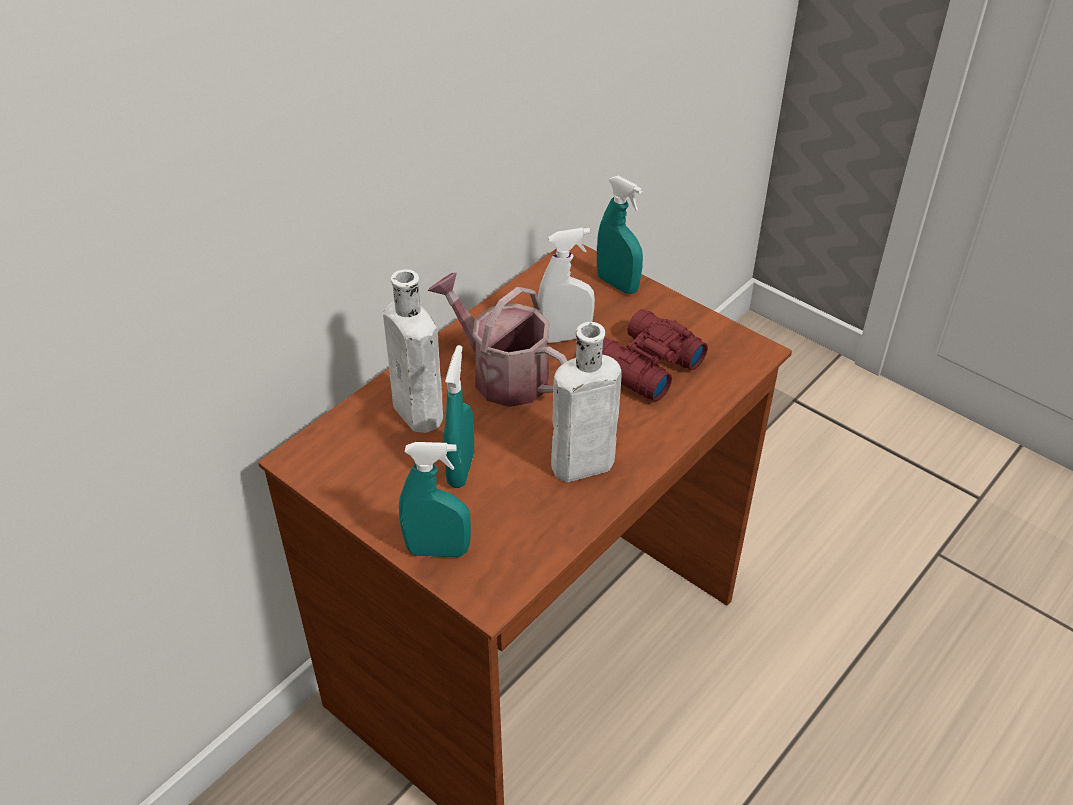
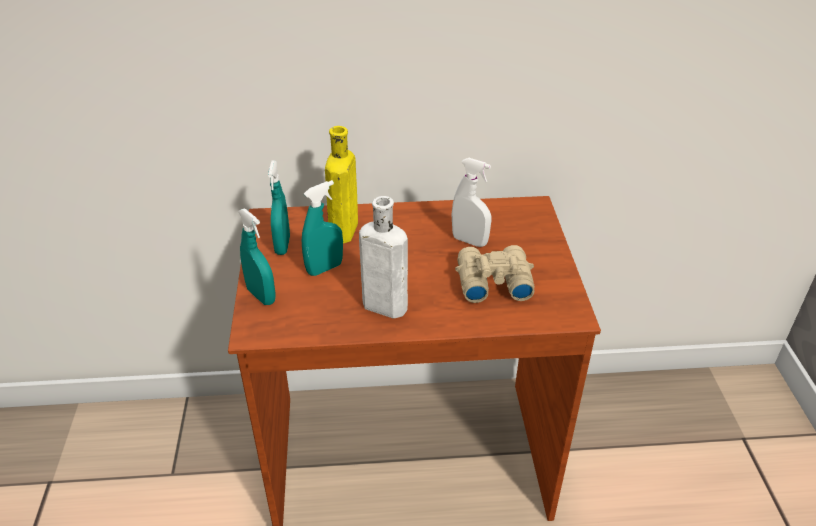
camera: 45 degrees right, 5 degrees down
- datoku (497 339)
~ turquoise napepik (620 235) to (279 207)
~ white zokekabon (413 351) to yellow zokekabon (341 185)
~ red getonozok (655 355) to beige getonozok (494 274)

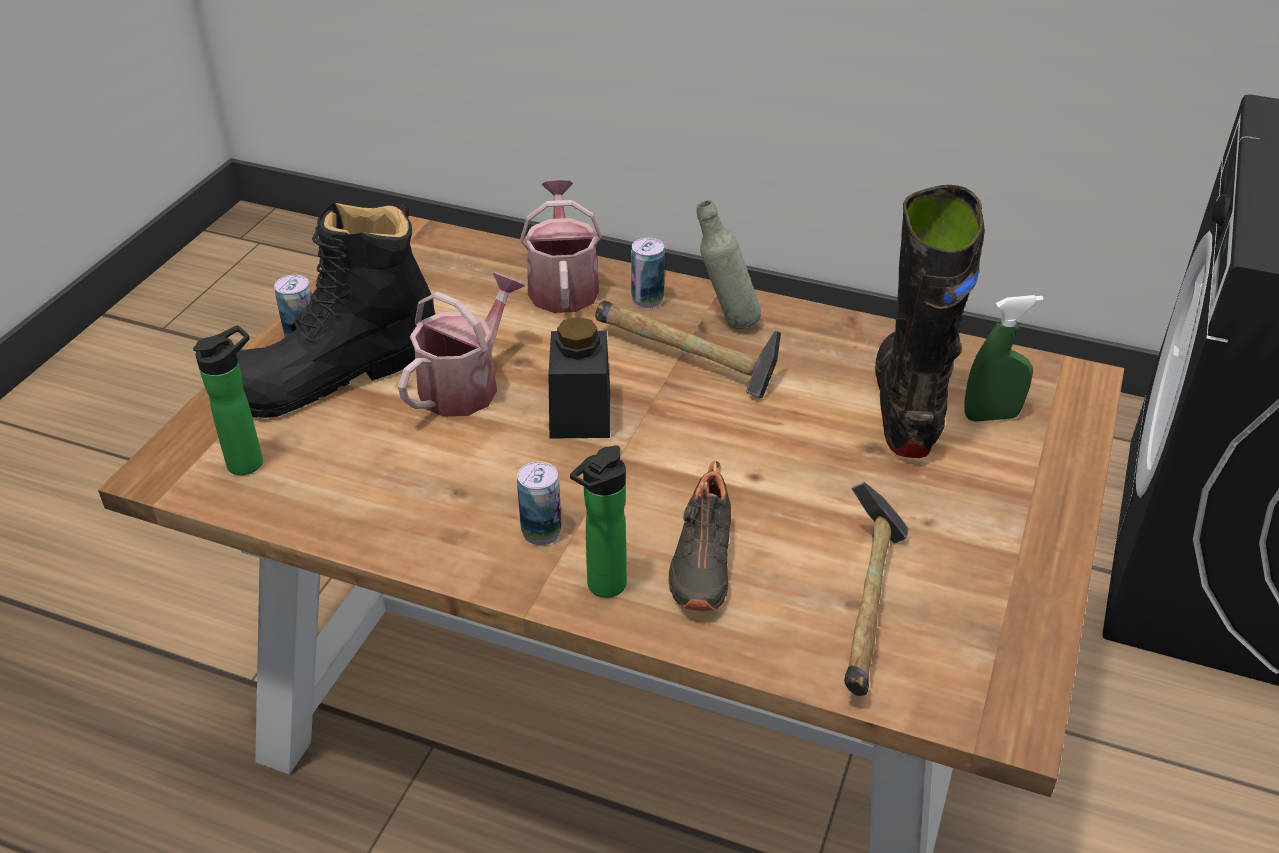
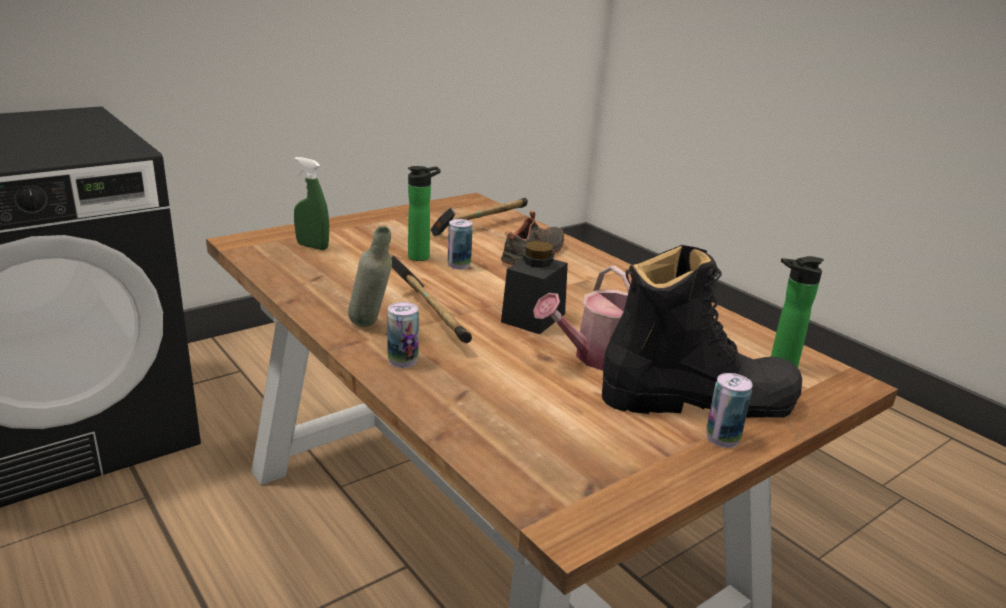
camera: 150 degrees left, 15 degrees down
- datoku (561 246)
- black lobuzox (930 321)
~ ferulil (539 503) to (460 244)
~ zokekabon (598 521) to (424 213)

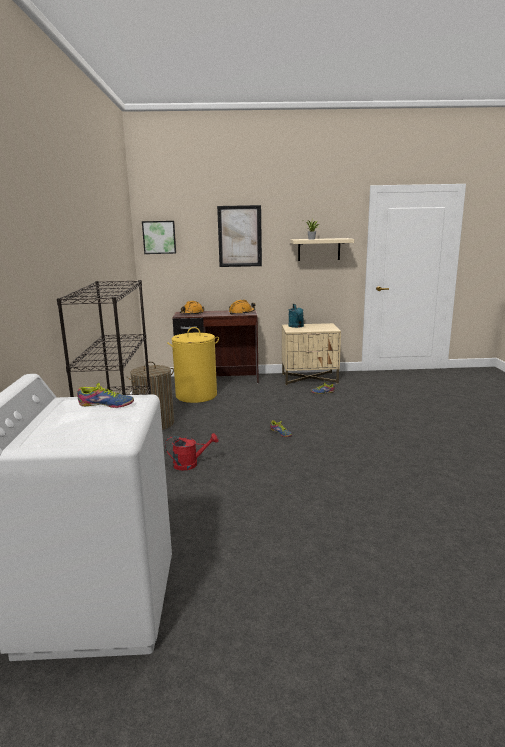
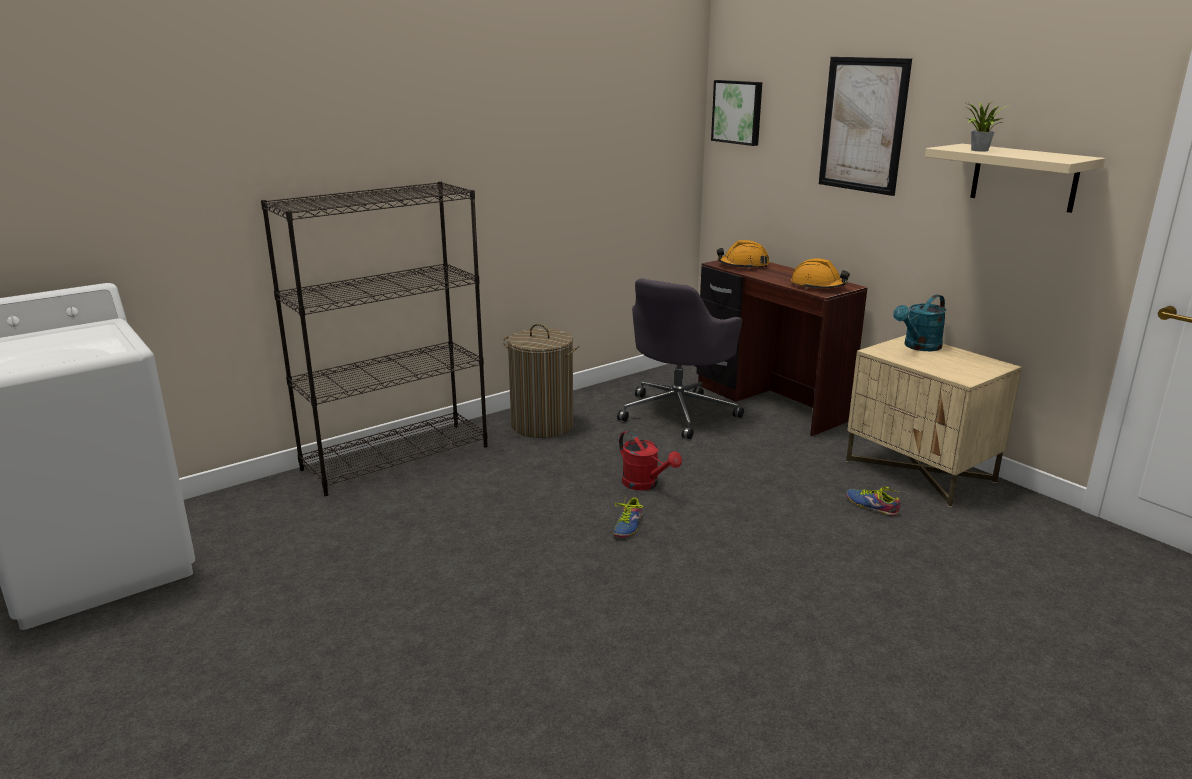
camera: 55 degrees right, 5 degrees up
- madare (105 395)
~ red datoku (192 452) to (650 460)
~ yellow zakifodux (193 365) to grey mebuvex (680 358)

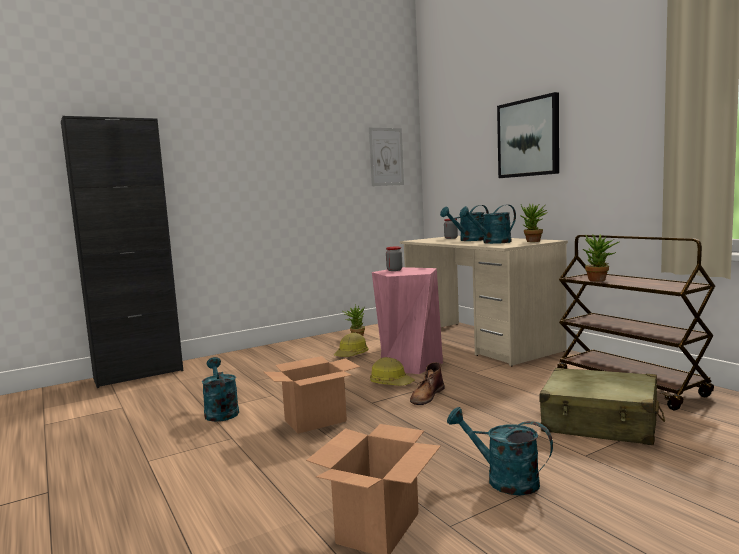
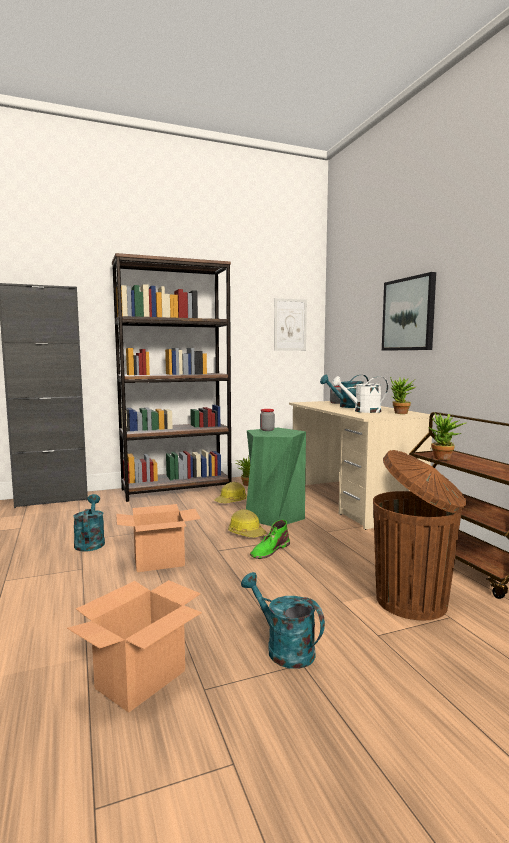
camera: 10 degrees right, 0 degrees up
+ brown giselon (172 377)
~ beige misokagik (602 406) to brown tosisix (420 535)
~ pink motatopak (407 320) to green motatopak (276 477)
~ brown lobuzox (427 383) to green lobuzox (270 539)
~ turquoise datoku (488 224) to white datoku (360 394)

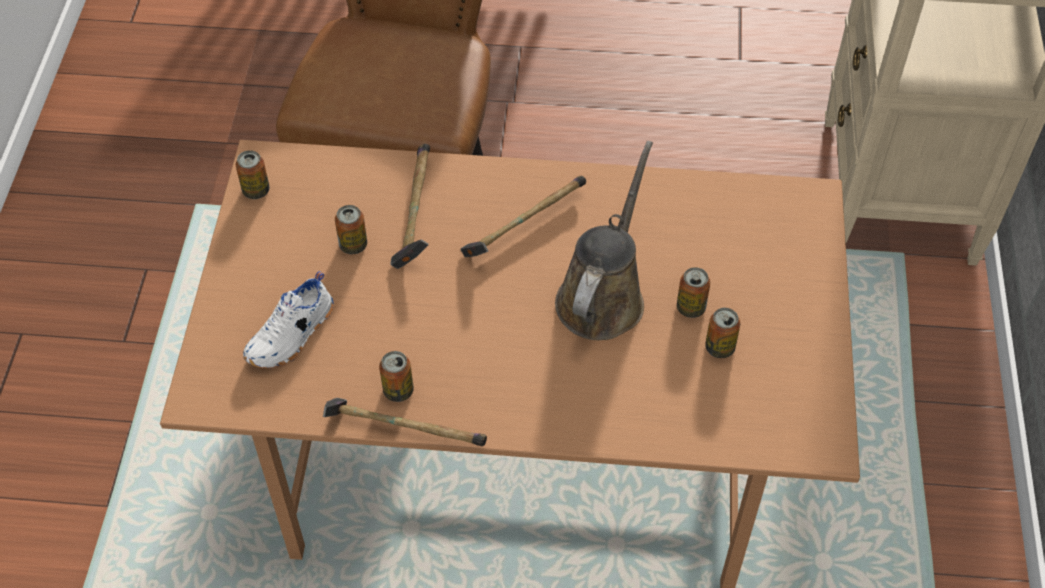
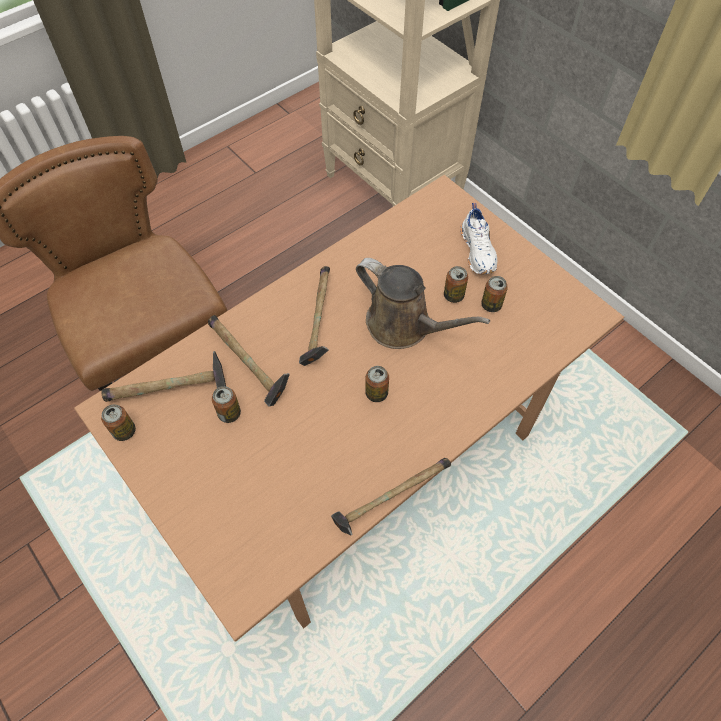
camera: 45 degrees left, 5 degrees up
+ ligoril (163 376)
~ white madare (288 320) to (478 239)
~ ferulil (396 376) to (377 384)
~ brown datoku (604 240) = (423 303) 150 degrees clockwise

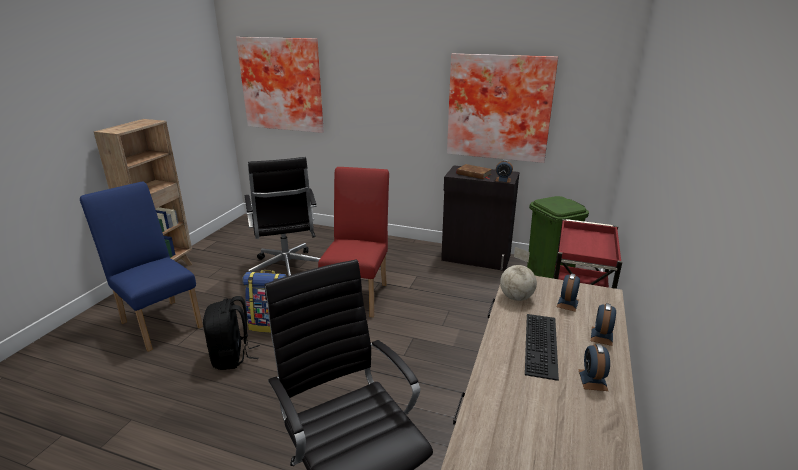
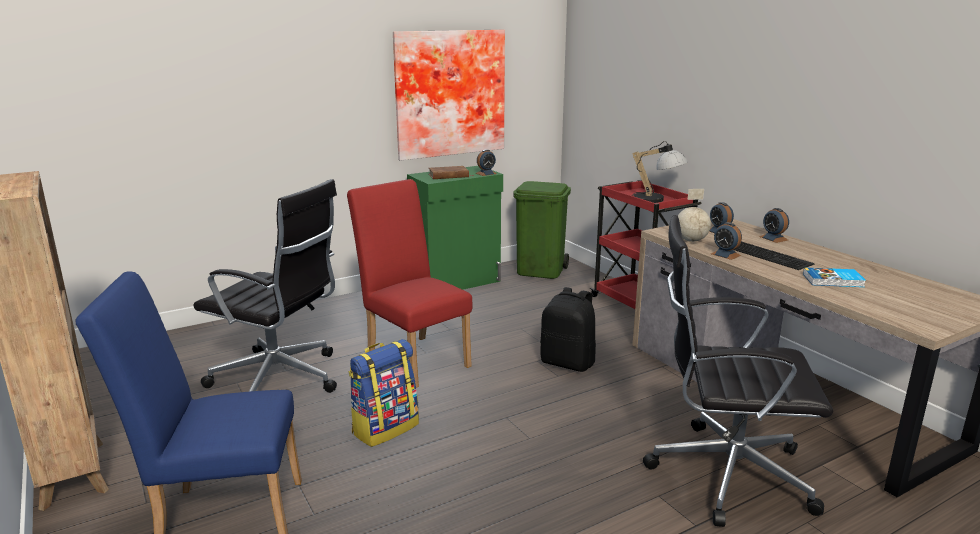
camera: 50 degrees left, 5 degrees down
- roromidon (280 85)
+ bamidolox (659 172)
+ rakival (834 277)
~ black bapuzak (231 333) to (568 329)
~ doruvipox (594 367) to (726 241)
~ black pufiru (480 218) to green pufiru (455 228)

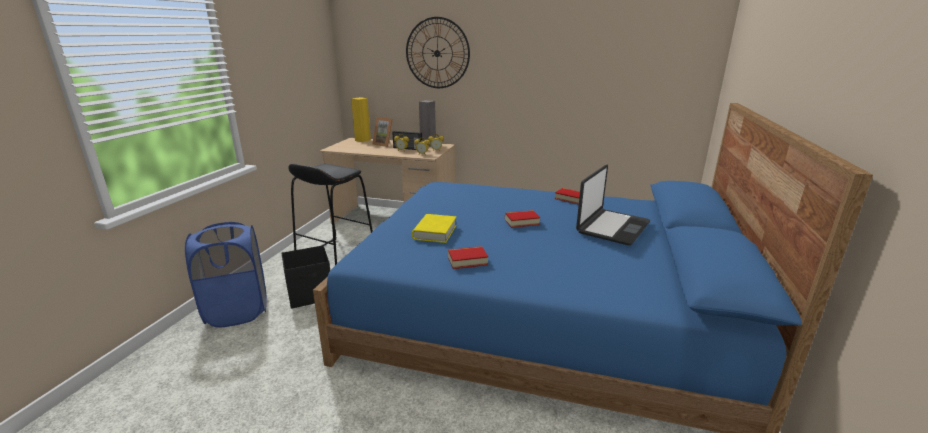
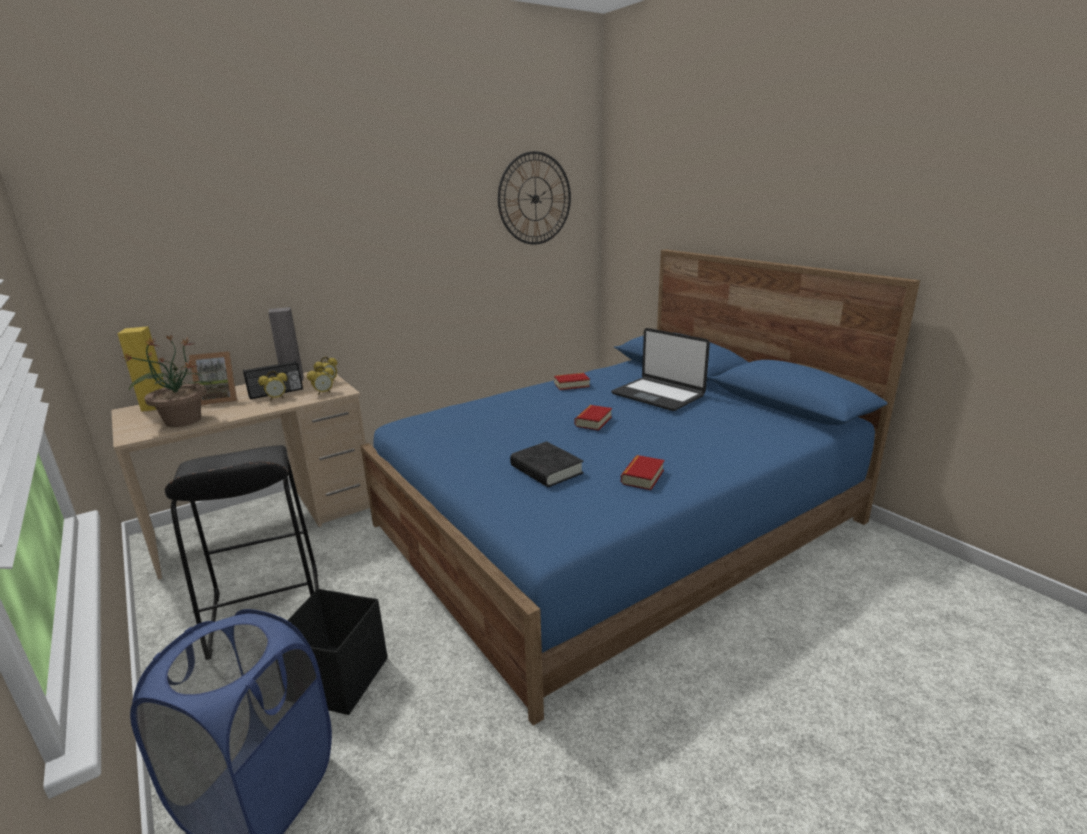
camera: 50 degrees left, 0 degrees up
+ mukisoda (167 381)
~ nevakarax (438 52) to (534 198)
~ yellow rakival (434 228) to black rakival (547 464)
~ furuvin (613 205) = (660 369) 150 degrees clockwise

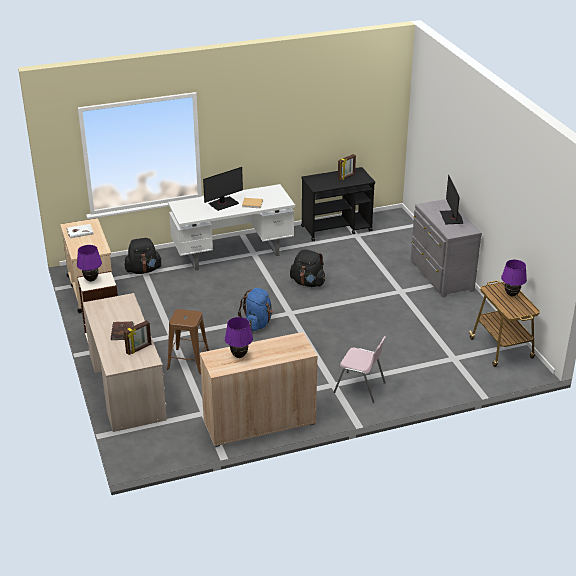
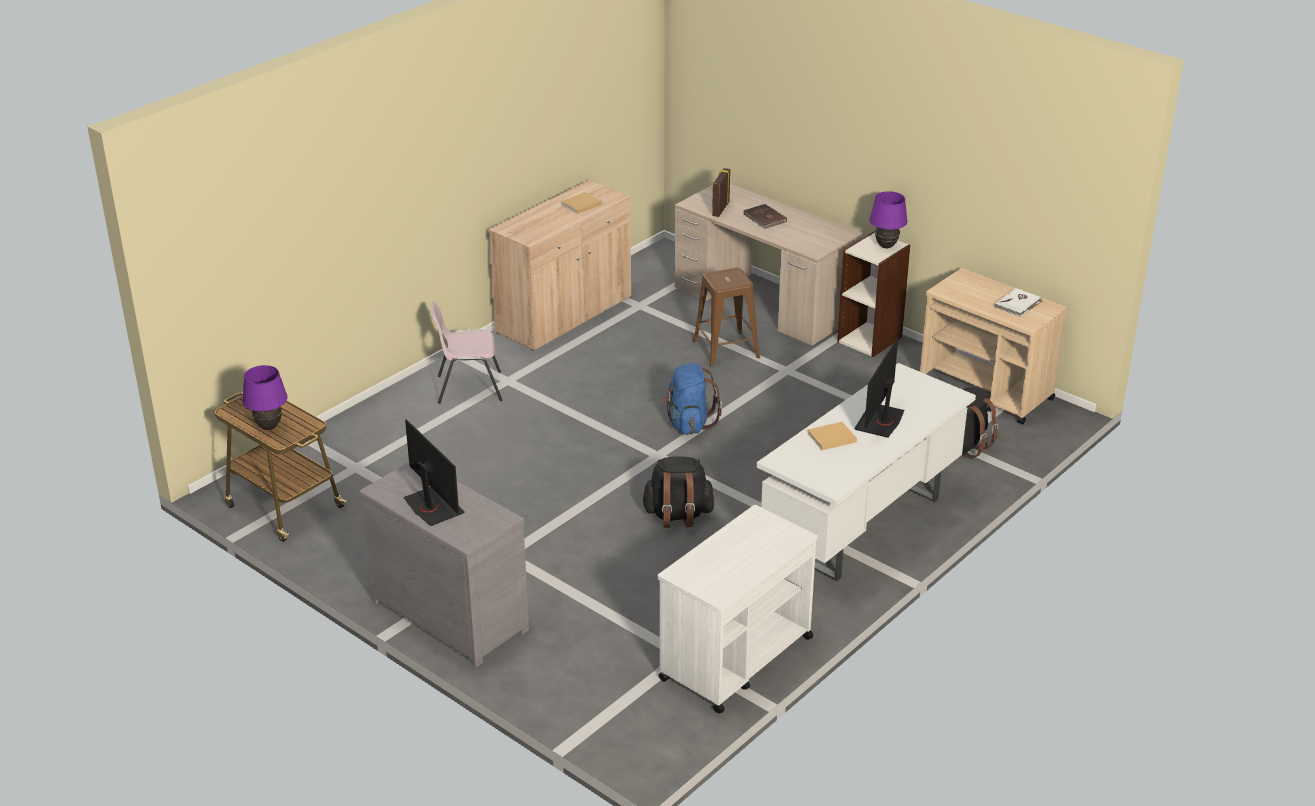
camera: 150 degrees right, 0 degrees up
- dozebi (347 167)
~ purple bamidolox (239 337) to beige rakival (581 203)
~ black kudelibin (338 204) to white kudelibin (738 609)

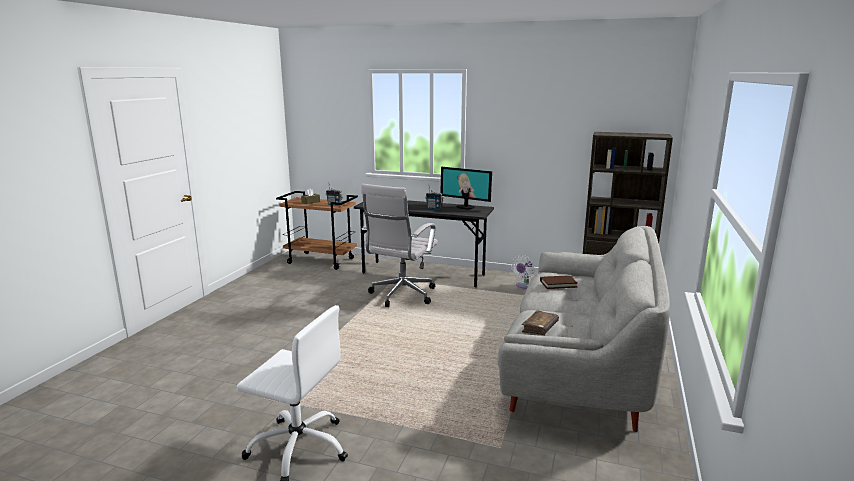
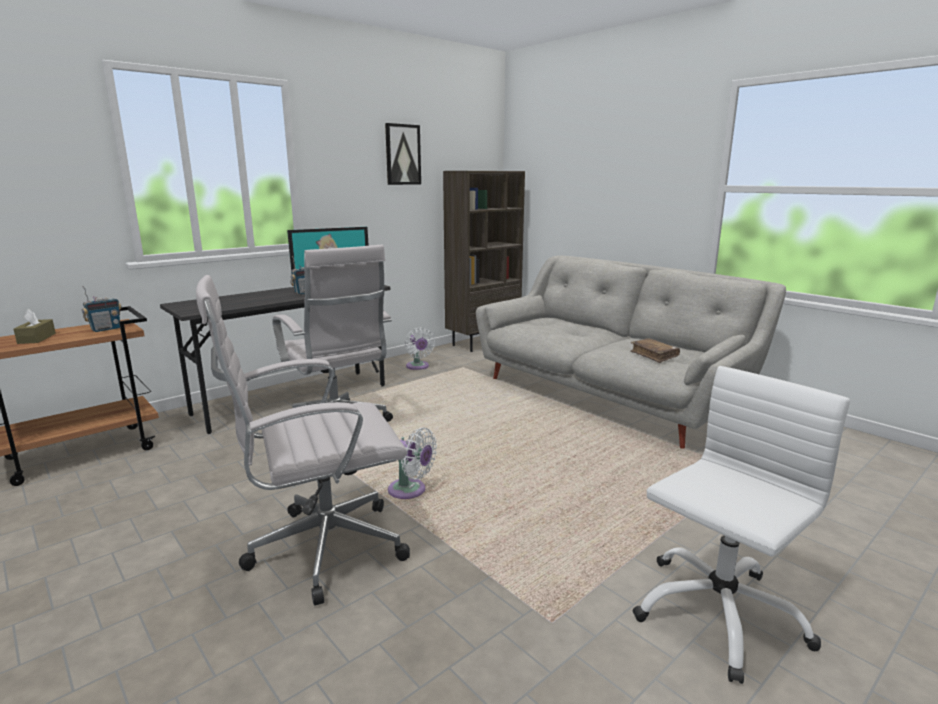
camera: 60 degrees left, 0 degrees up
- brown rakival (559 282)
+ white mebuvex (303 440)
+ roromidon (403 154)
+ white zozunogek (412 463)

